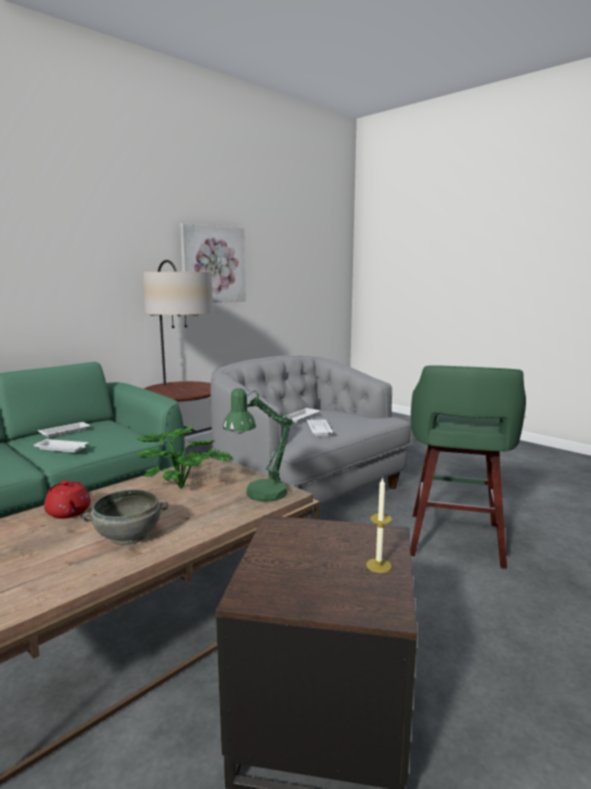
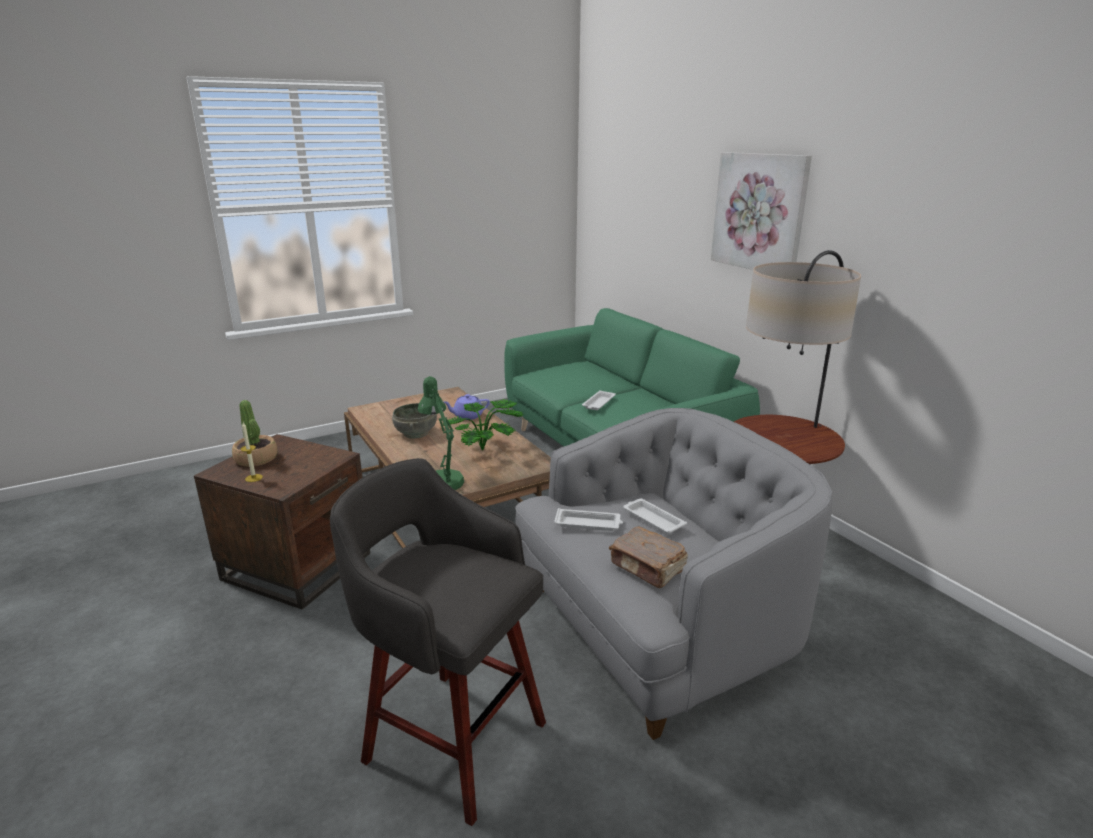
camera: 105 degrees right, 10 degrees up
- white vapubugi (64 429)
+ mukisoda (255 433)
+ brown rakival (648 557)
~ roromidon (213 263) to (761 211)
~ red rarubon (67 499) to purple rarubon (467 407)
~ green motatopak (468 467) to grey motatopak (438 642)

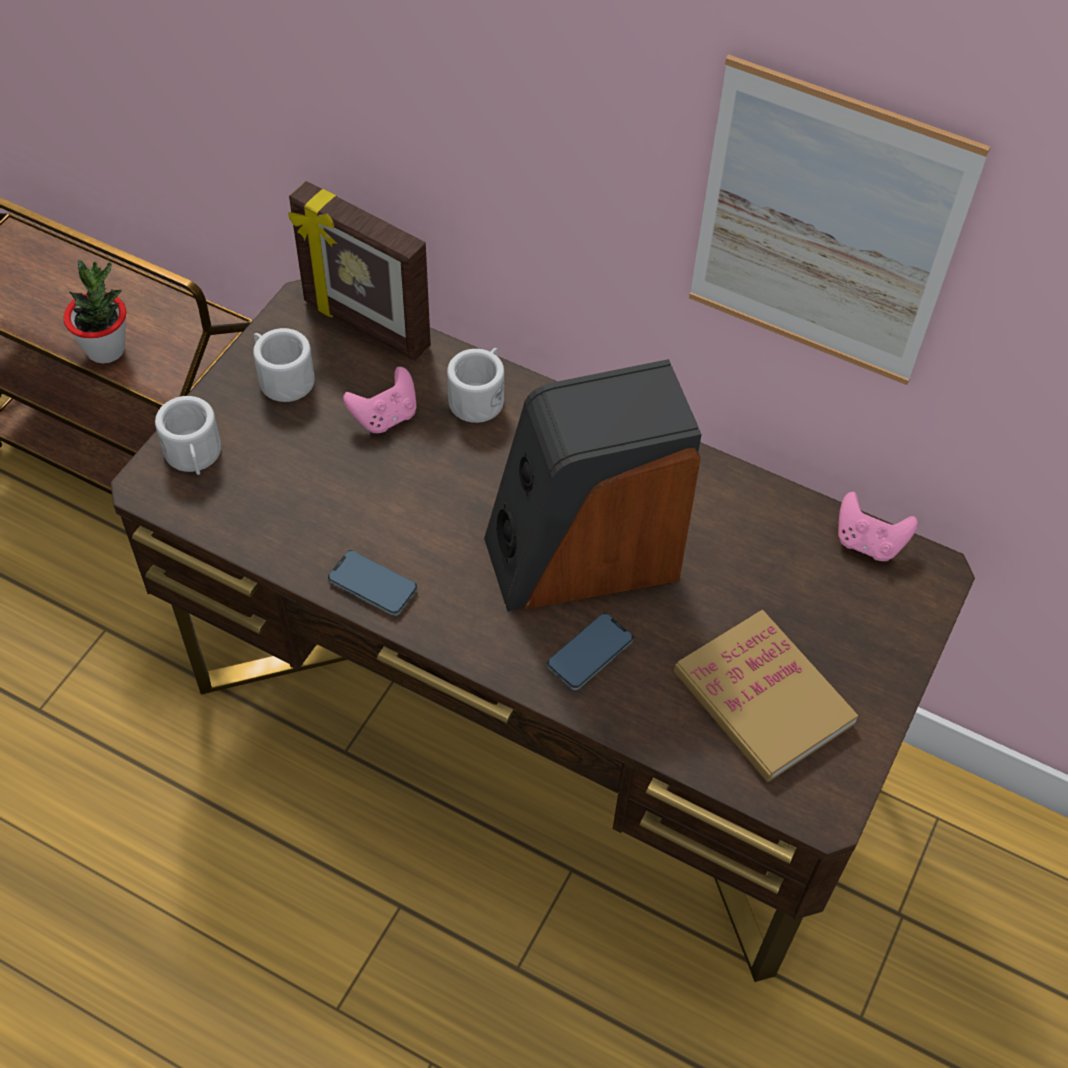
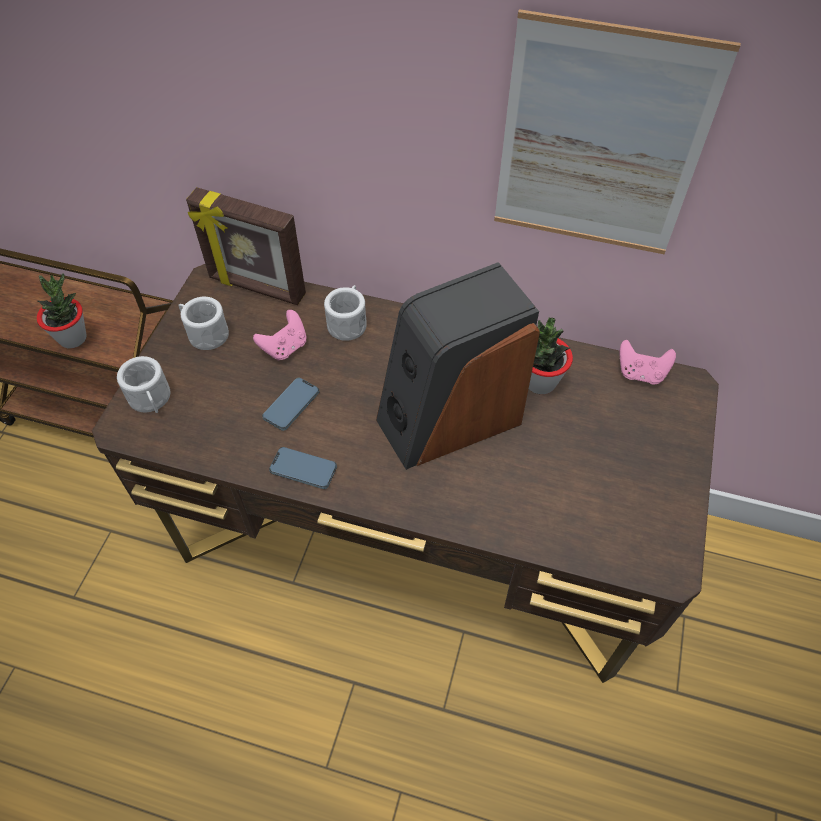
camera: 10 degrees left, 0 degrees up
- rakival (766 695)
+ mukisoda (551 356)
~ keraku (590 651) to (290 404)

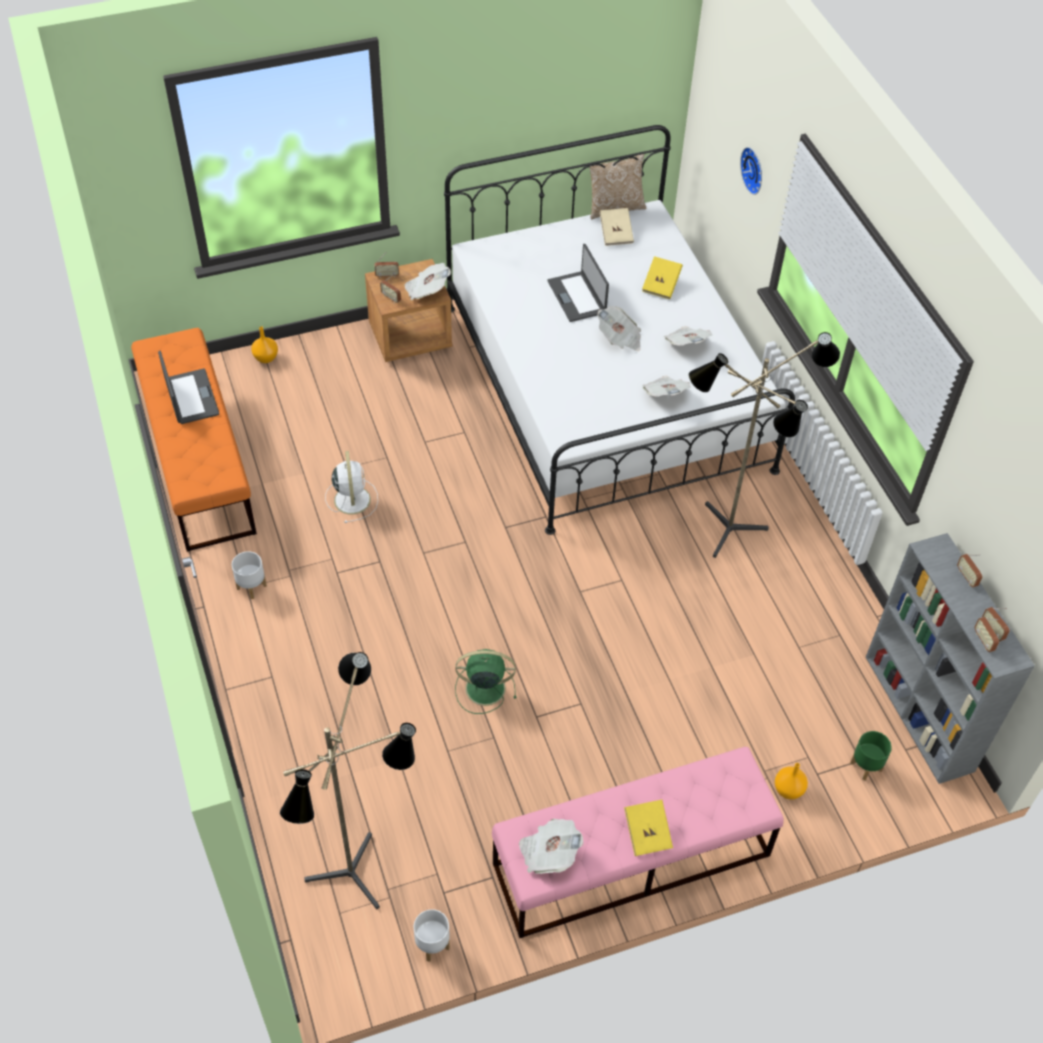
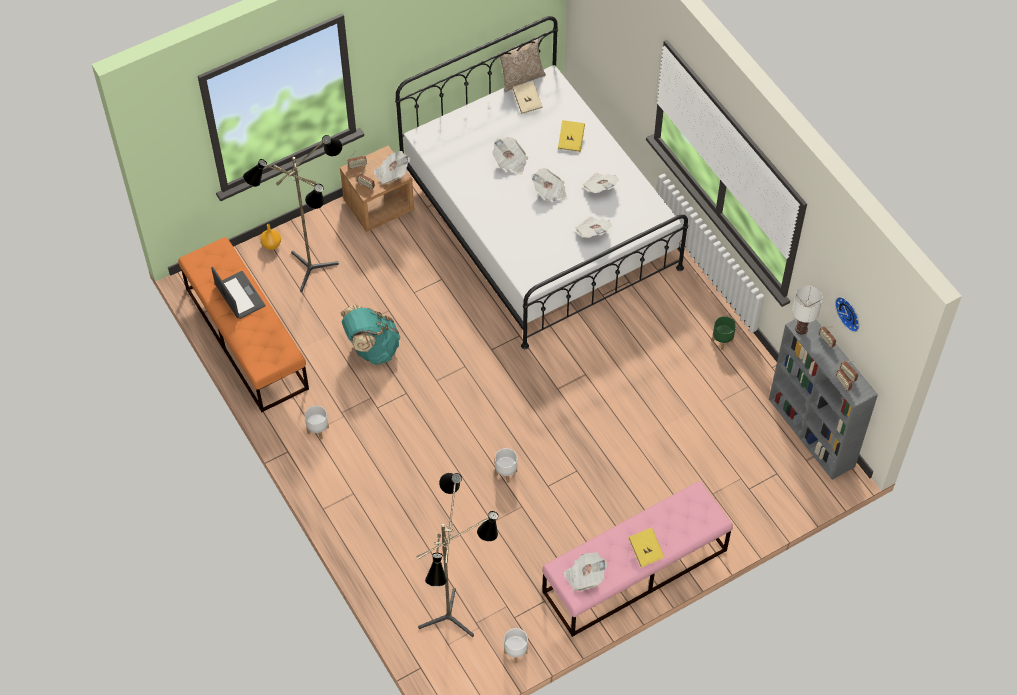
camera: 10 degrees left, 5 degrees up
- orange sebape (791 781)
+ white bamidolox (807 310)
~ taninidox (764 445) to (292 213)
~ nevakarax (751 171) to (847 314)
~ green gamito (871 756) to (724 333)
~ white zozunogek (351 487) to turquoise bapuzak (370 335)
~ green zozunogek (485 681) to white gamito (506 465)
~ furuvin (578 283) to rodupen (510 156)

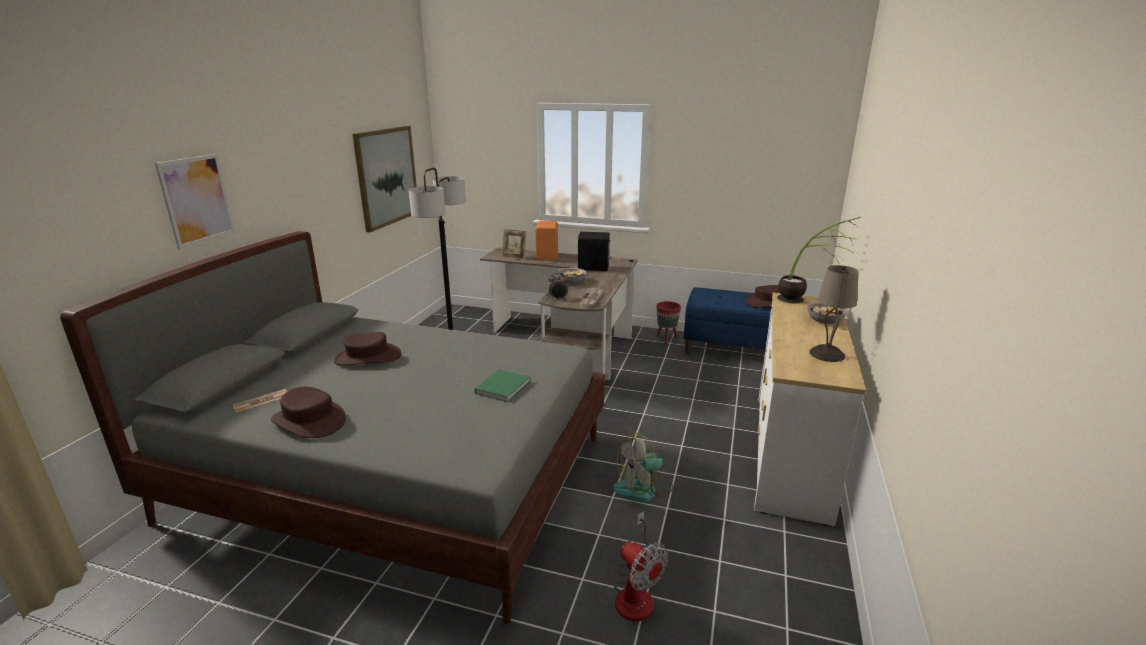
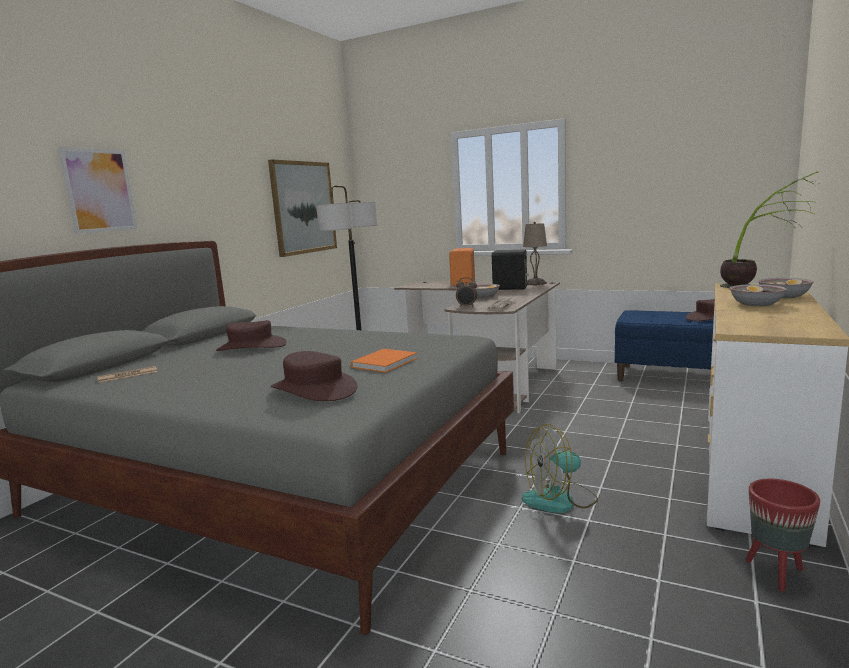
camera: 10 degrees right, 10 degrees down
- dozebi (514 244)
- zozunogek (641 566)
+ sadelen (758 295)
~ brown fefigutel (308 412) to (314 376)
~ red gamito (669 322) to (783 535)
~ beige bamidolox (834 313) to (535 253)
~ green rakival (503 385) to orange rakival (384 361)

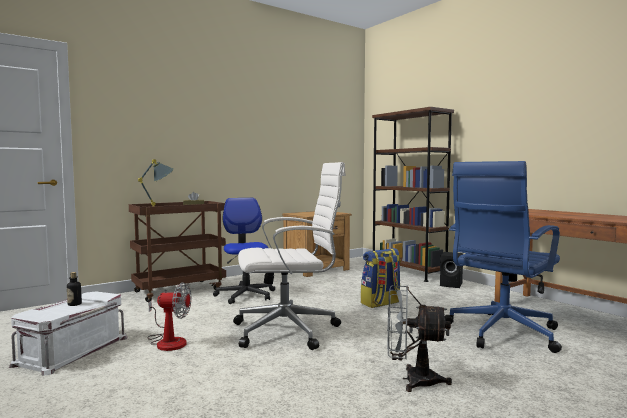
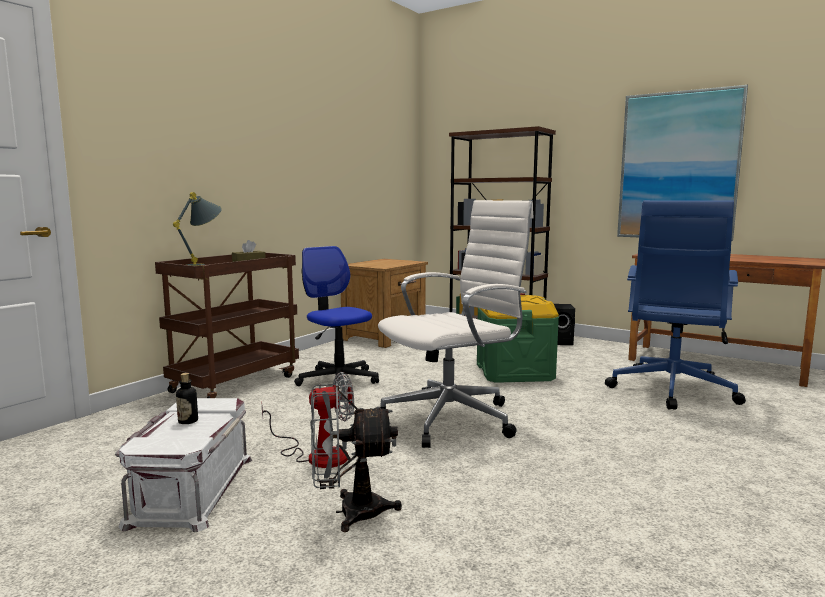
camera: 20 degrees left, 5 degrees up
+ roromidon (682 163)
~ grey zozunogek (419 339) to (356 457)
~ bapuzak (381 278) to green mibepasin (518 339)

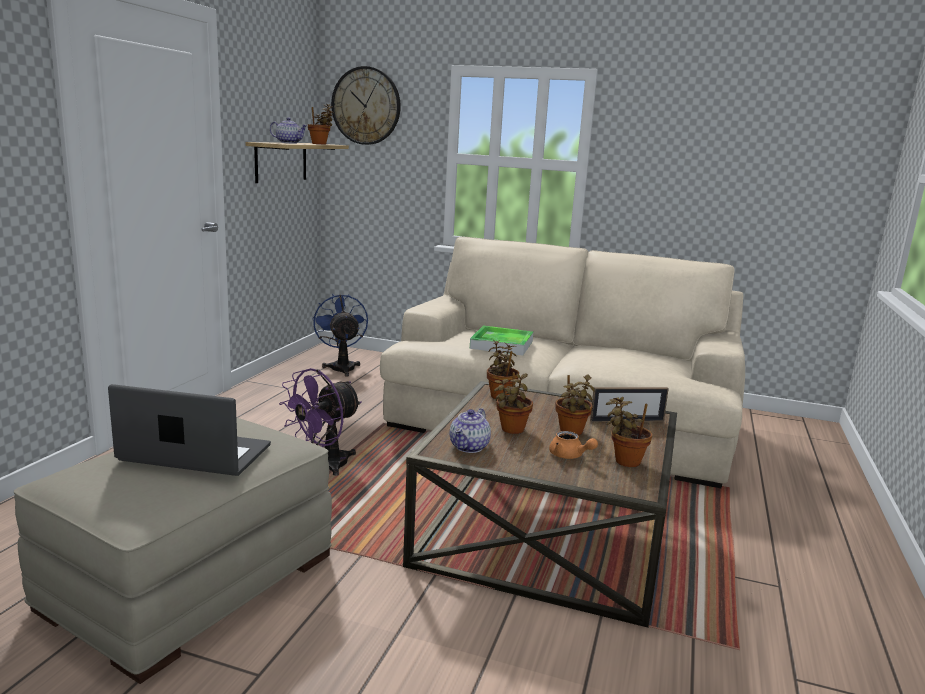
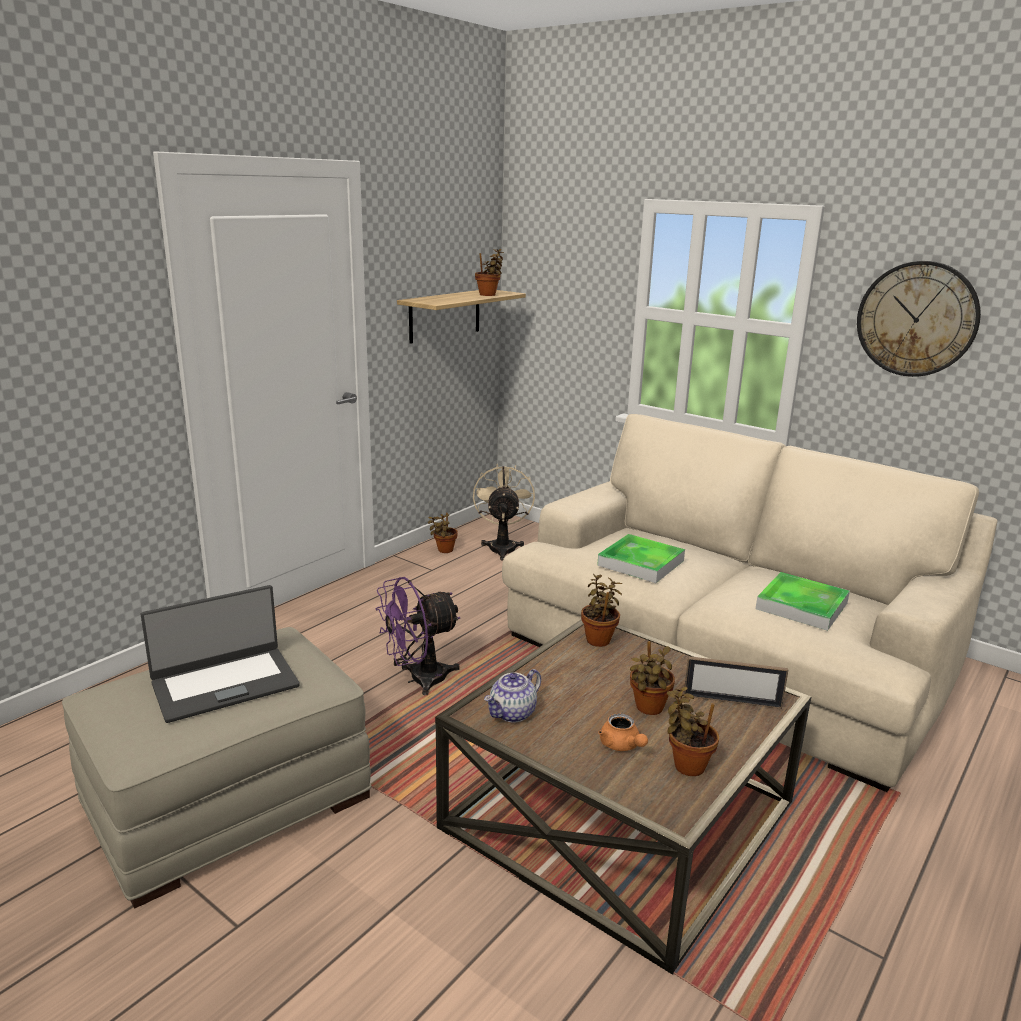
camera: 20 degrees right, 5 degrees up
- rarubon (288 131)
+ vapubugi (803 601)
~ nevakarax (366 105) to (919 319)
~ mukisoda (513 403) to (443 532)
~ blue zozunogek (340 335) to beige zozunogek (504 512)
~ furuvin (189 430) = (220 654) 120 degrees clockwise

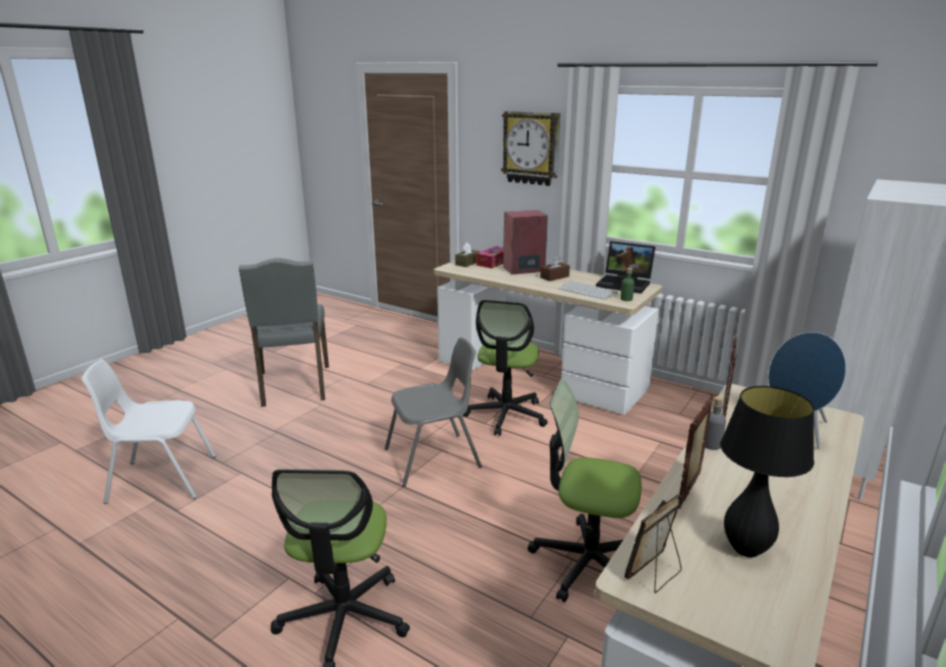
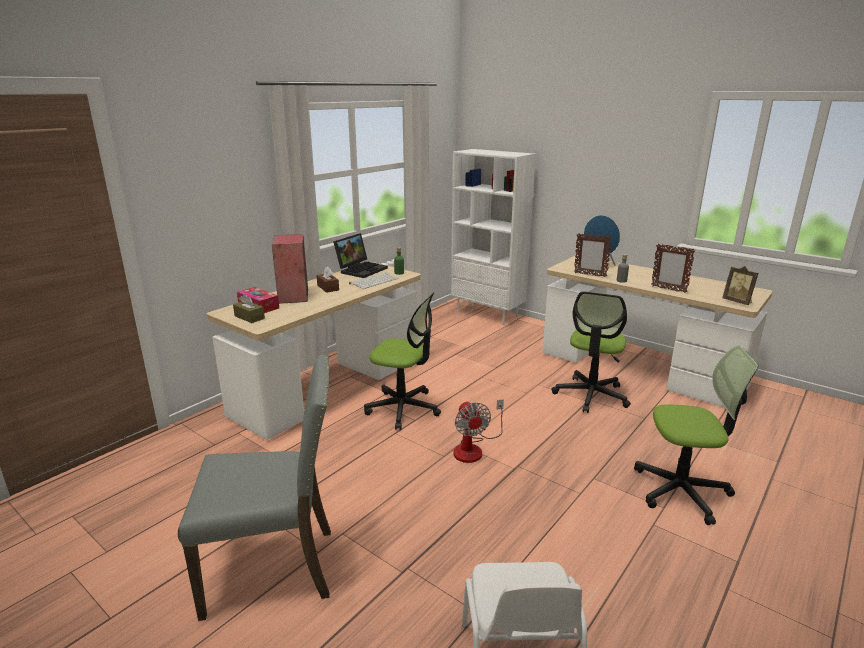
camera: 85 degrees left, 0 degrees up
- nevakarax (530 148)
- black bamidolox (767 471)
~ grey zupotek (433 412) to zozunogek (478 431)

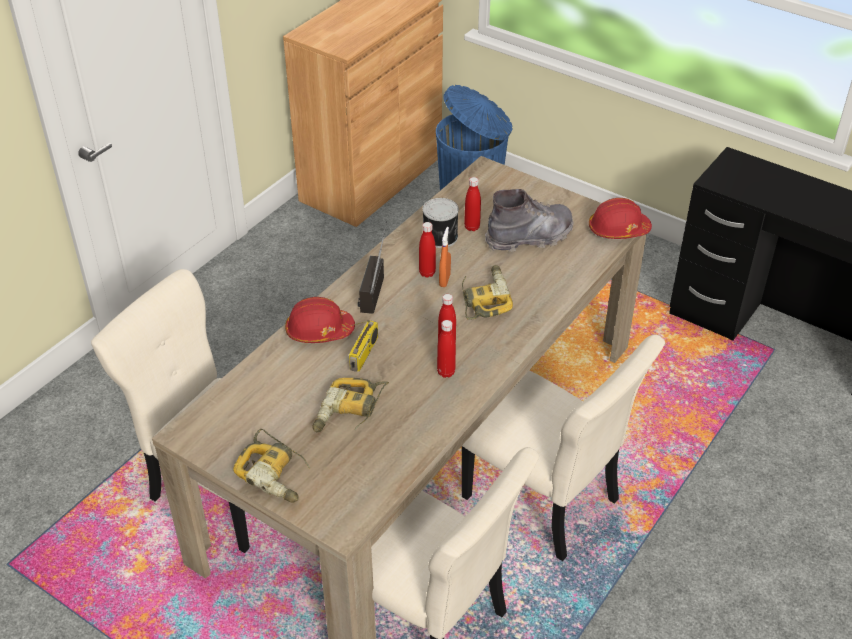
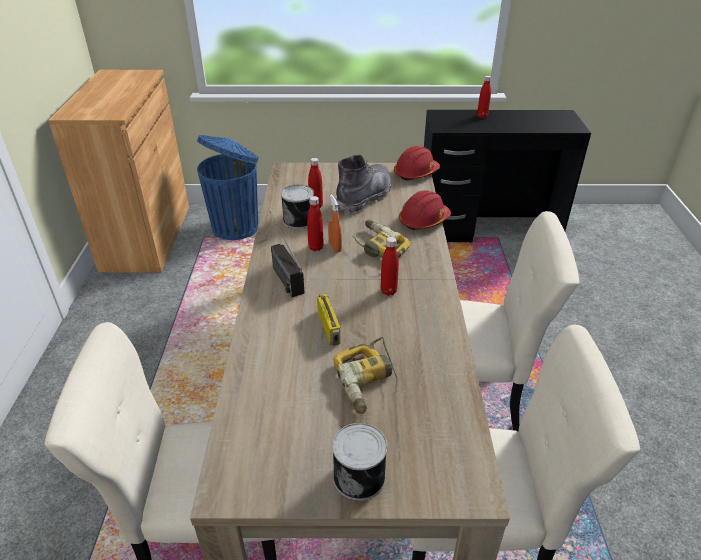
camera: 35 degrees left, 5 degrees down
~ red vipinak (320 320) to (425 210)
~ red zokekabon (446 349) to (484 97)
~ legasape (271 466) to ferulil (359 462)

